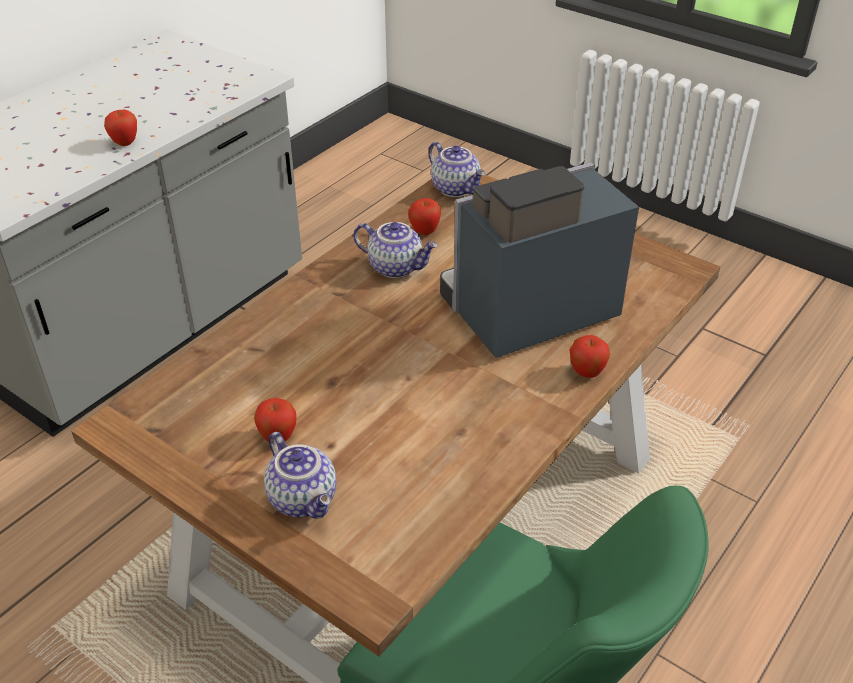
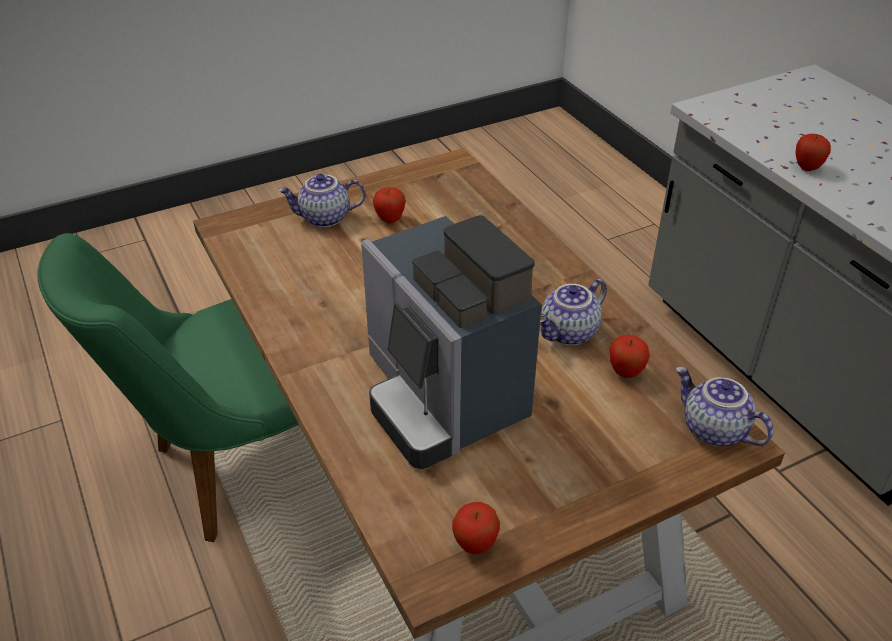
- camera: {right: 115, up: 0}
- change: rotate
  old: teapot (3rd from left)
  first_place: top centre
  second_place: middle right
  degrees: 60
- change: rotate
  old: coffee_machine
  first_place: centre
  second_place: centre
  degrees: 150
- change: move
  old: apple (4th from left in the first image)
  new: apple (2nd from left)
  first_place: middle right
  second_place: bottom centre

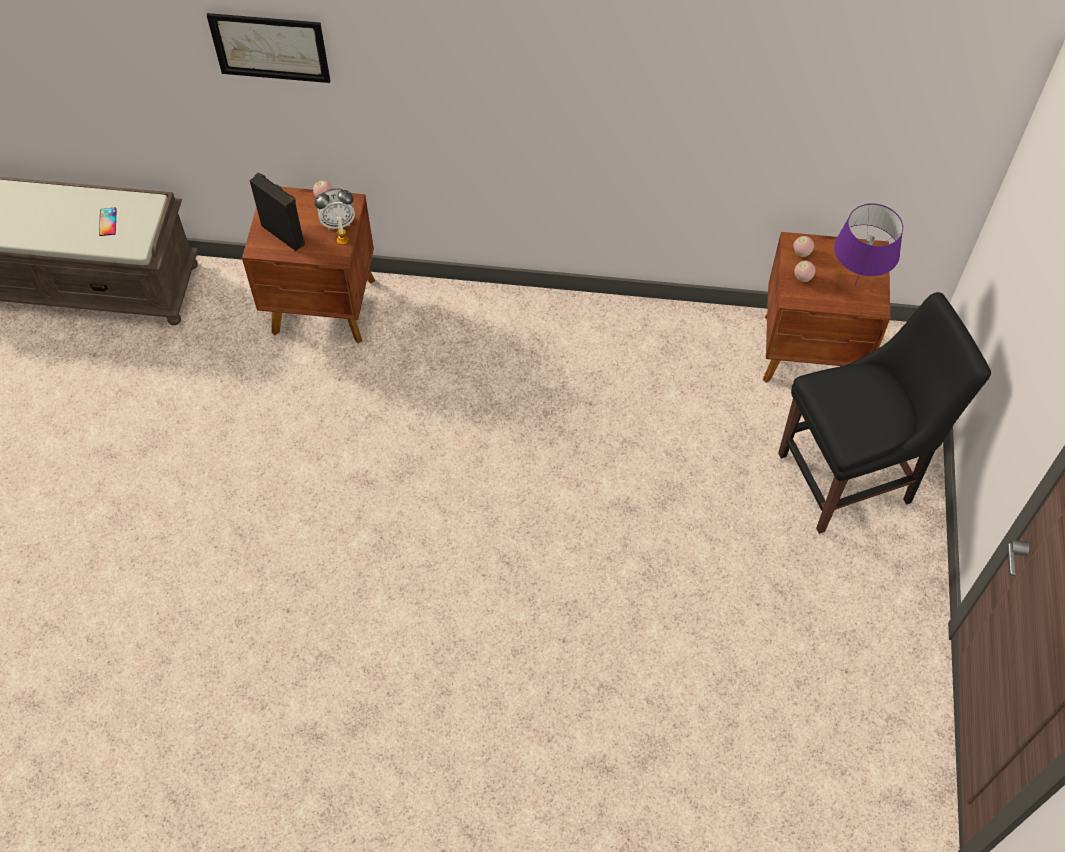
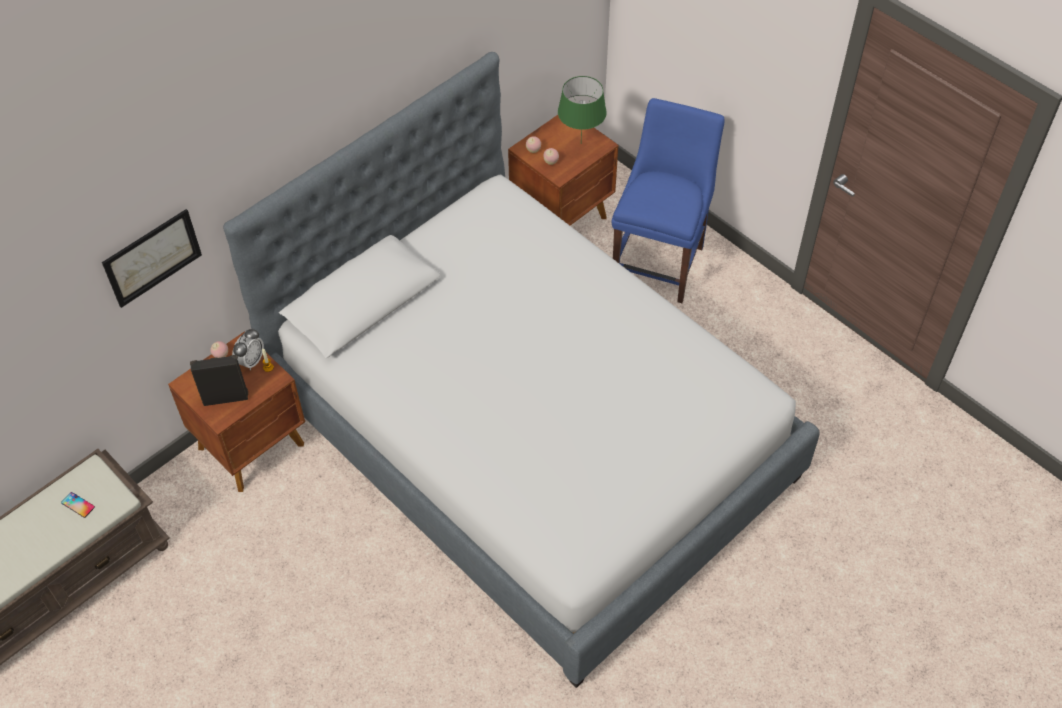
- camera: {right: -50, up: -5}
- change: recolor
  old: black_chair
  new: blue_chair
  first_place: middle right
  second_place: top centre
- change: recolor
  old: purple_table_lamp
  new: green_table_lamp
  first_place: top right
  second_place: top centre
- change: insert
  new: bed
  second_place: centre

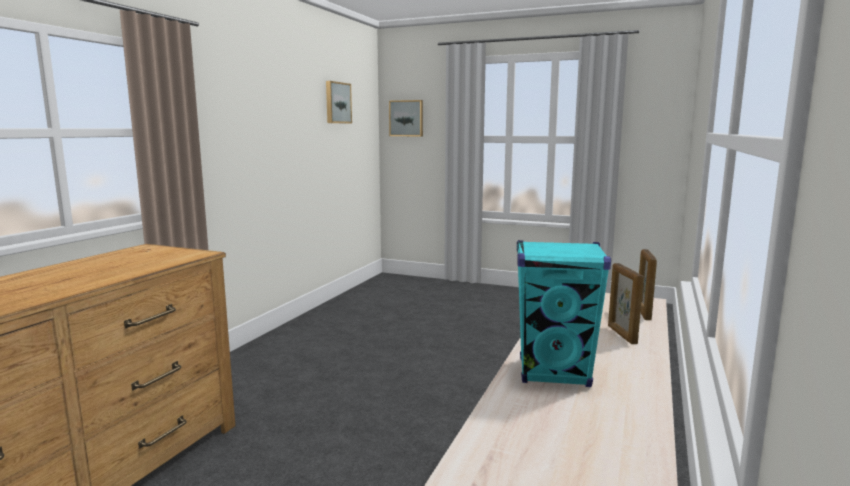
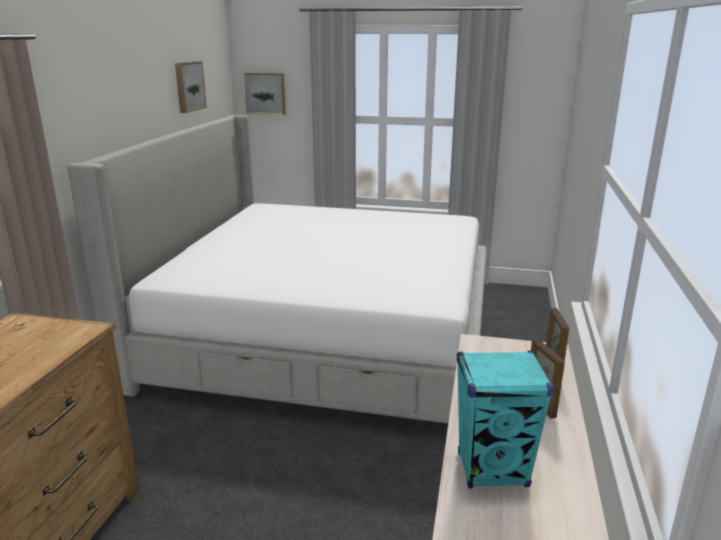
- camera: {right: -10, up: 10}
- change: insert
  new: bed
  second_place: centre

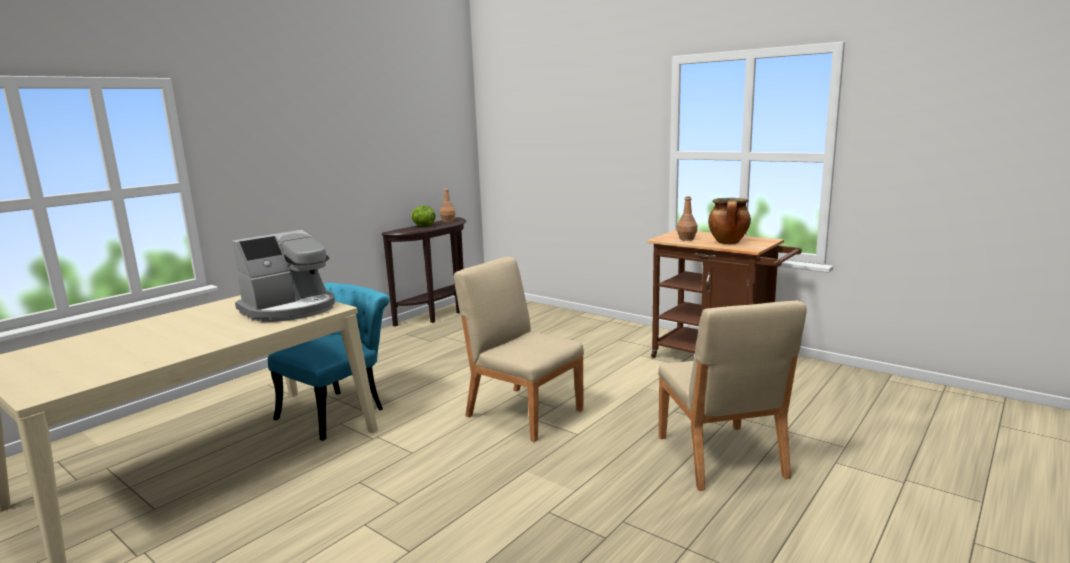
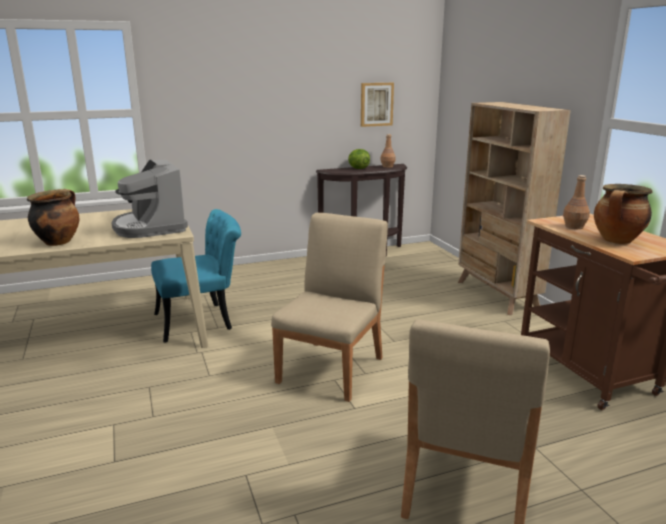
- camera: {right: 30, up: 5}
- change: rotate
  old: coffee_machine
  first_place: middle left
  second_place: middle left
  degrees: 75
- change: rotate
  old: beige_chair (1st from left)
  first_place: centre
  second_place: centre
  degrees: 45
- change: insert
  new: cooking_pot (1st from left)
  second_place: middle left
- change: insert
  new: picture
  second_place: top centre
- change: insert
  new: beige_bookcase
  second_place: middle right

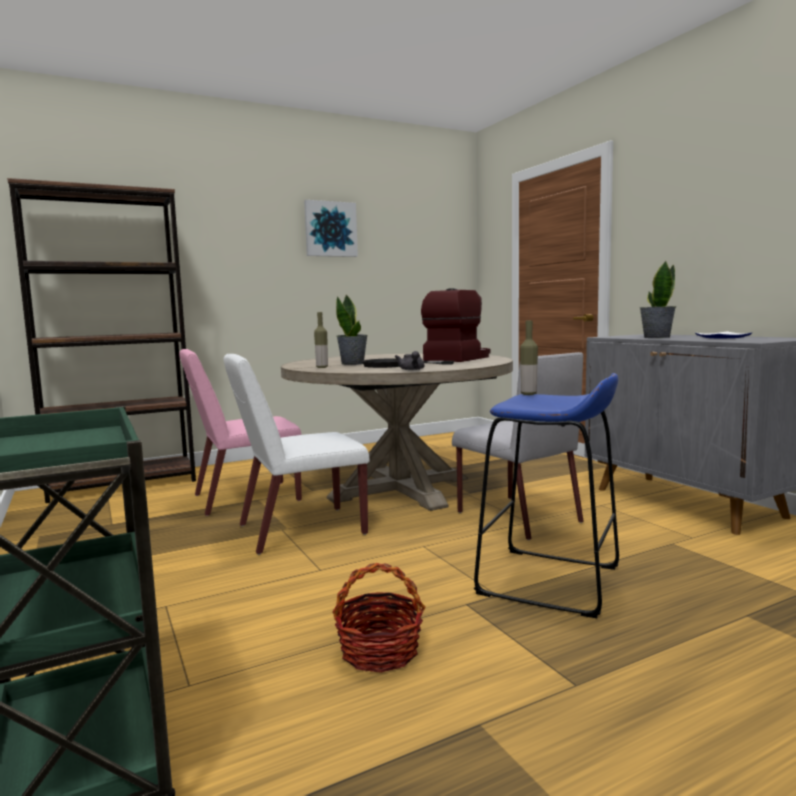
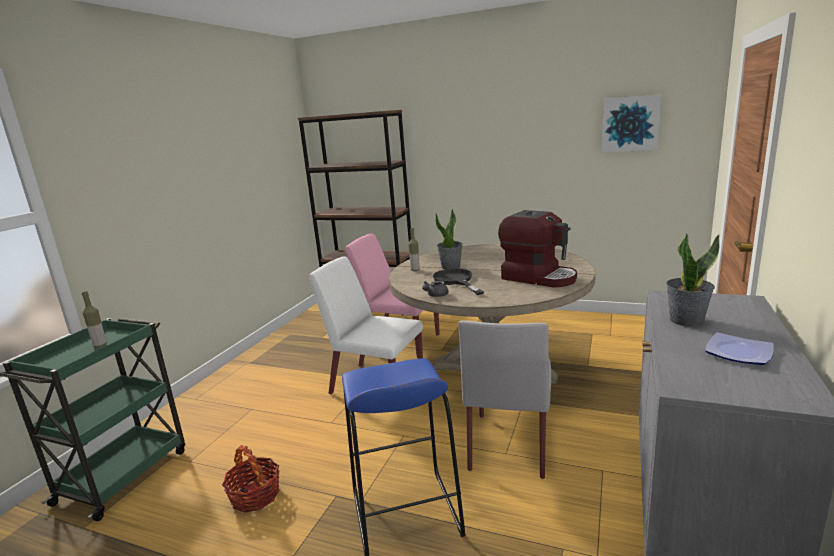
- camera: {right: 50, up: 10}
- change: move
  old: picture
  first_place: top centre
  second_place: top right
- change: rotate
  old: coffee_machine
  first_place: centre
  second_place: centre
  degrees: 45
- change: move
  old: bottle (2nd from left in the first image)
  new: bottle (1st from left)
  first_place: centre
  second_place: middle left

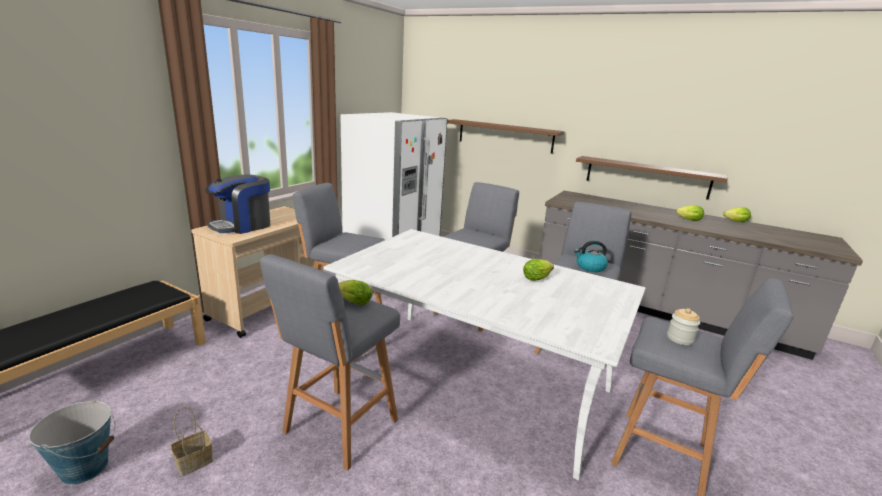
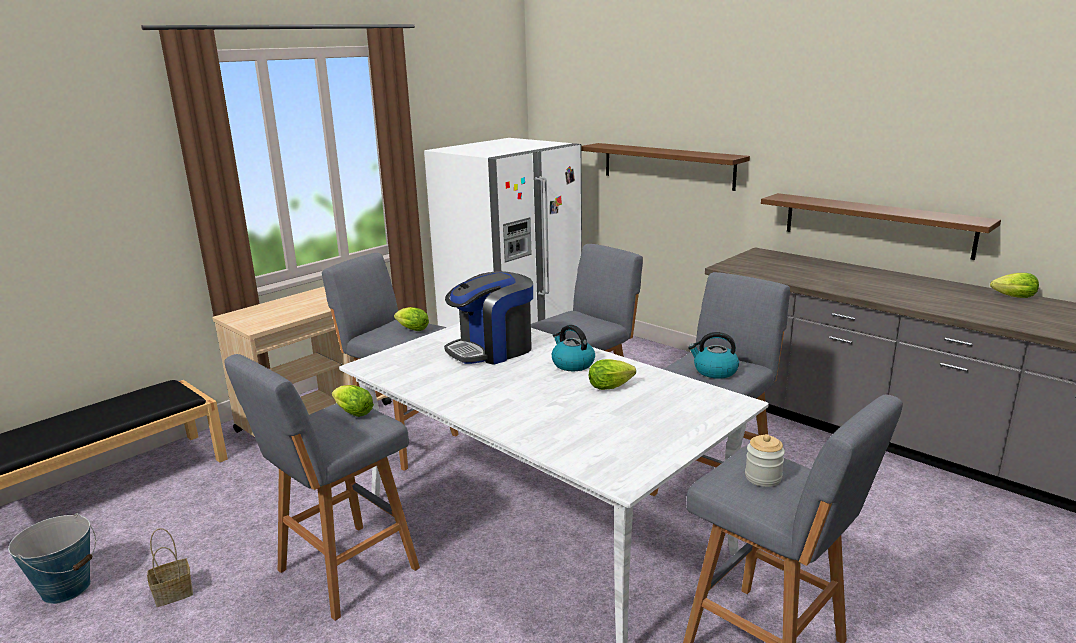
- camera: {right: 15, up: 0}
- change: move
  old: coffee_machine
  first_place: middle left
  second_place: centre
- change: move
  old: lettuce (3rd from left in the first image)
  new: lettuce (2nd from left)
  first_place: middle right
  second_place: centre
- change: insert
  new: kettle (1st from left)
  second_place: centre

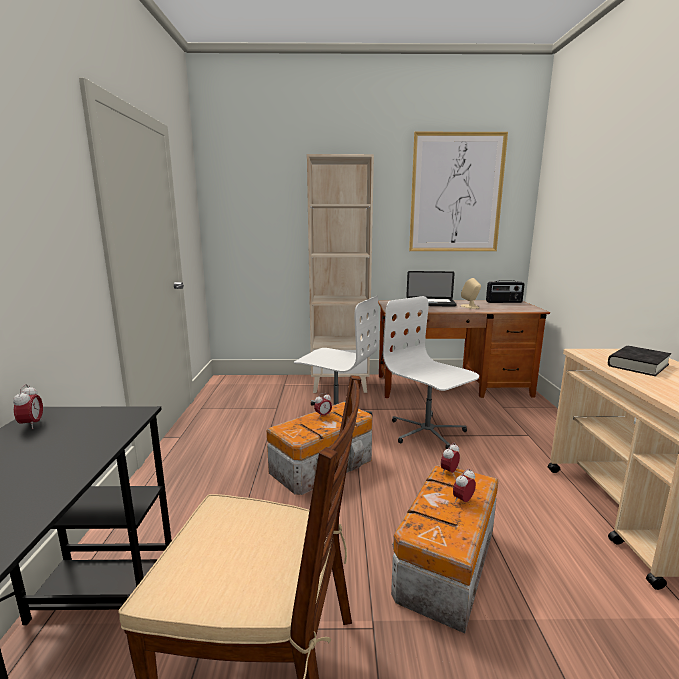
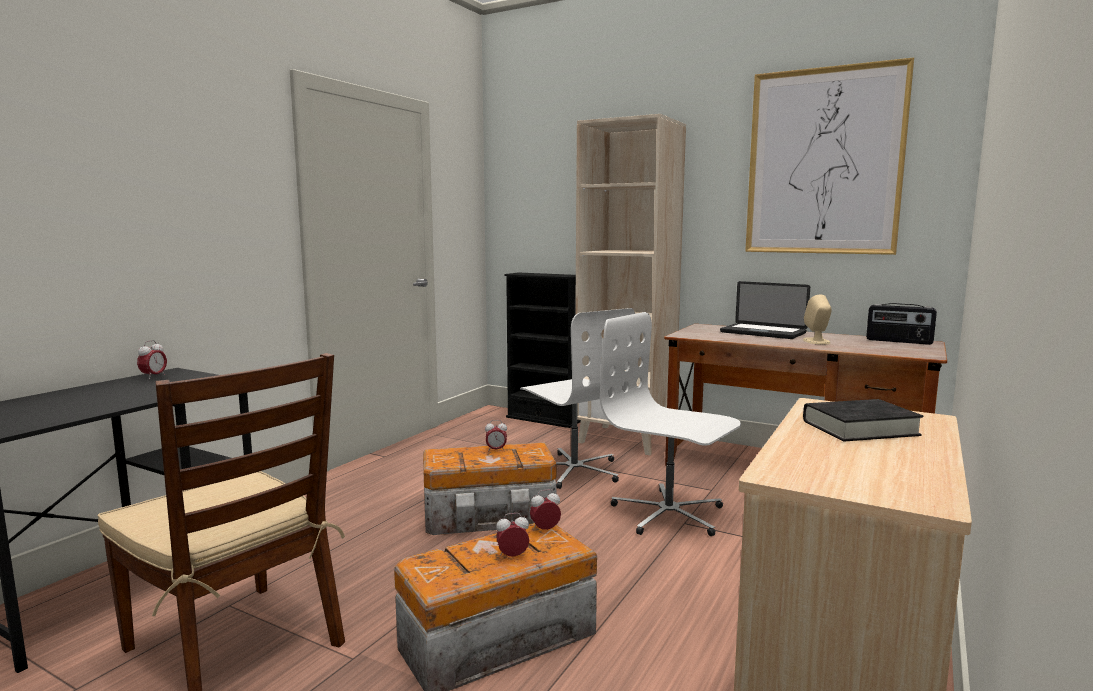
- camera: {right: 30, up: -5}
- change: rotate
  old: white_office_chair (2nd from left)
  first_place: centre
  second_place: centre
  degrees: -45
- change: insert
  new: black_bookcase
  second_place: centre

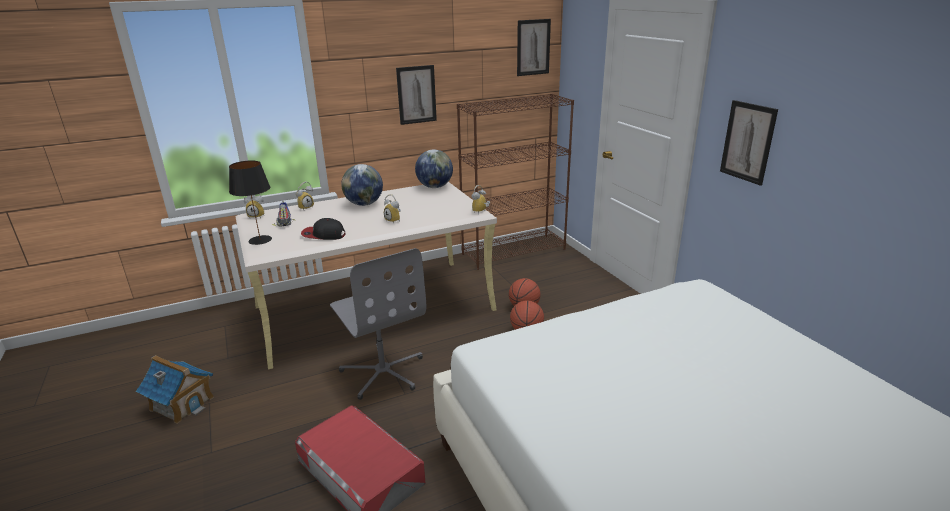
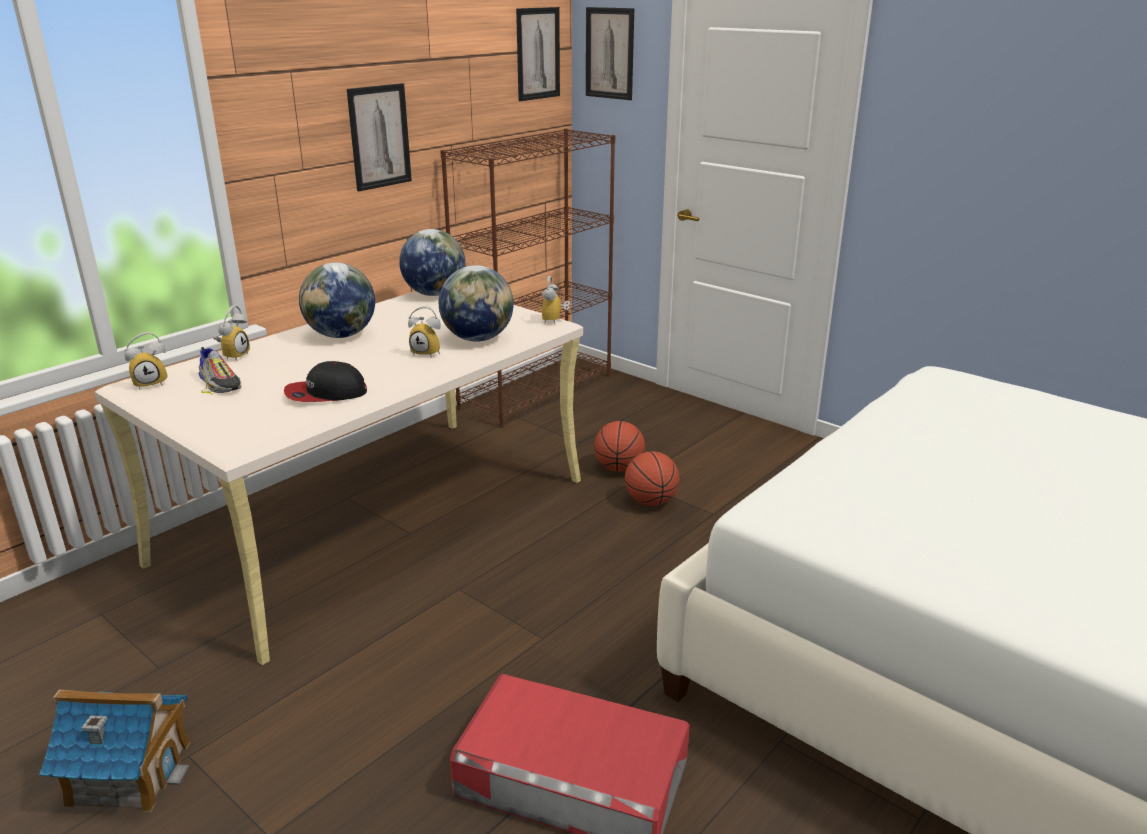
- camera: {right: -25, up: 0}
- change: delete
  old: black_table_lamp
  first_place: middle left
- change: delete
  old: grey_office_chair
  first_place: centre
- change: move
  old: picture (3rd from left)
  first_place: top right
  second_place: top centre
- change: insert
  new: globe (3rd from left)
  second_place: centre

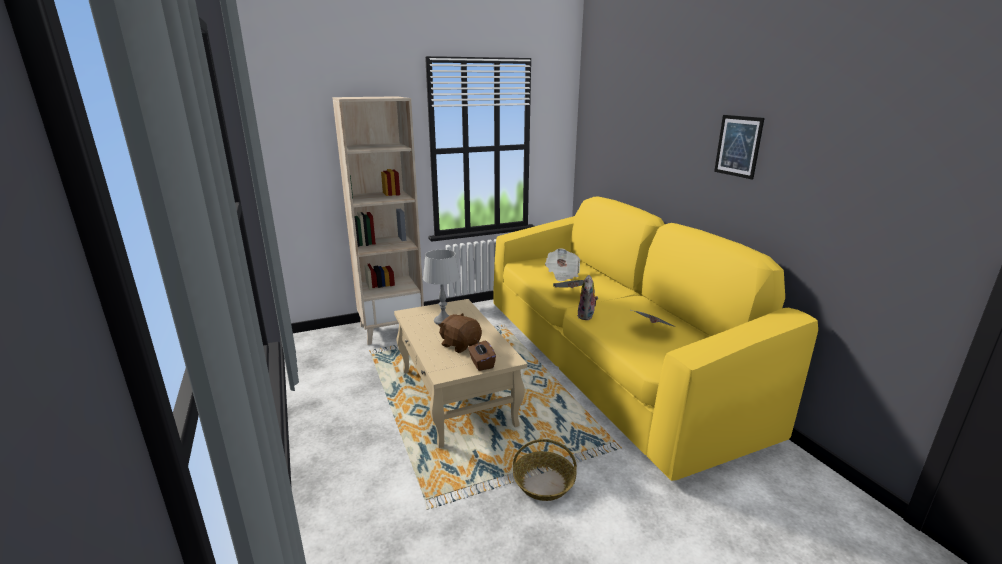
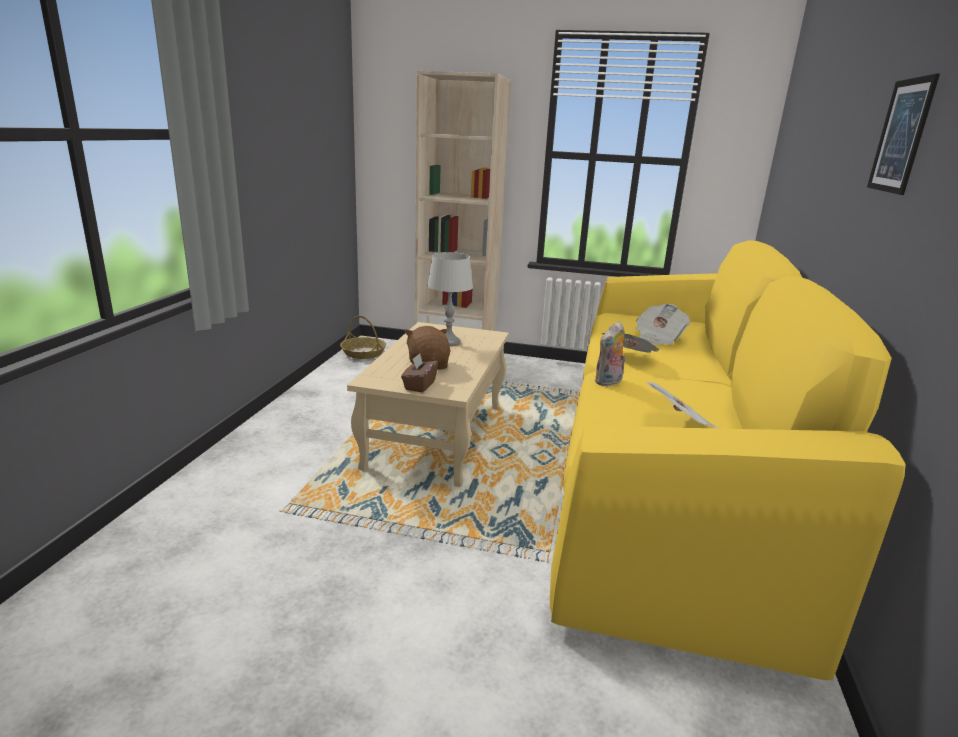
- camera: {right: 35, up: 0}
- change: move
  old: basket
  first_place: bottom centre
  second_place: centre

